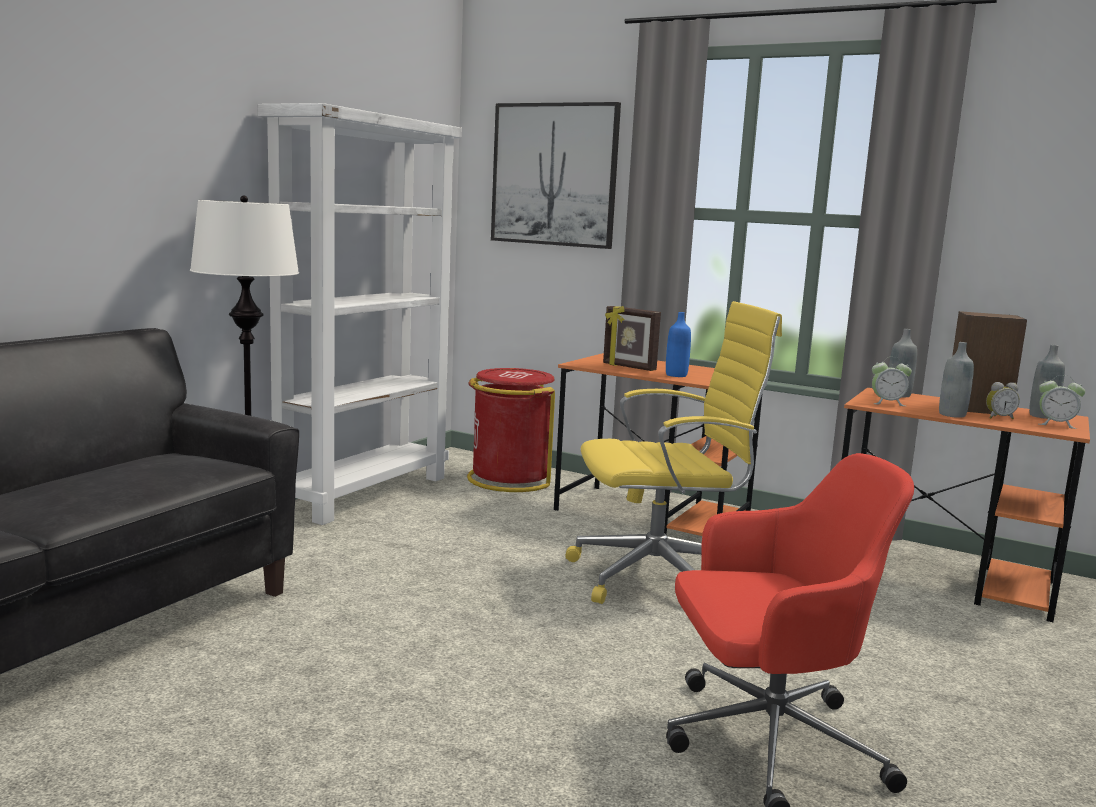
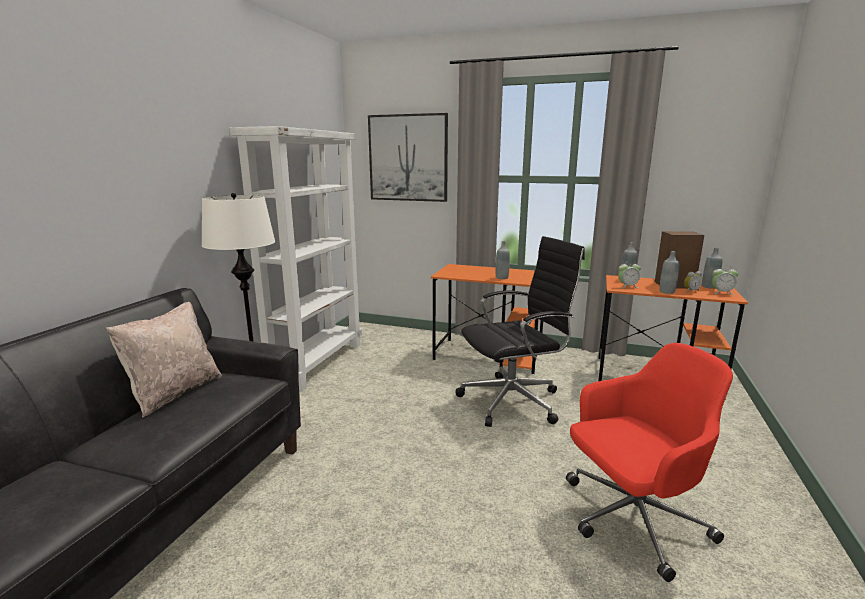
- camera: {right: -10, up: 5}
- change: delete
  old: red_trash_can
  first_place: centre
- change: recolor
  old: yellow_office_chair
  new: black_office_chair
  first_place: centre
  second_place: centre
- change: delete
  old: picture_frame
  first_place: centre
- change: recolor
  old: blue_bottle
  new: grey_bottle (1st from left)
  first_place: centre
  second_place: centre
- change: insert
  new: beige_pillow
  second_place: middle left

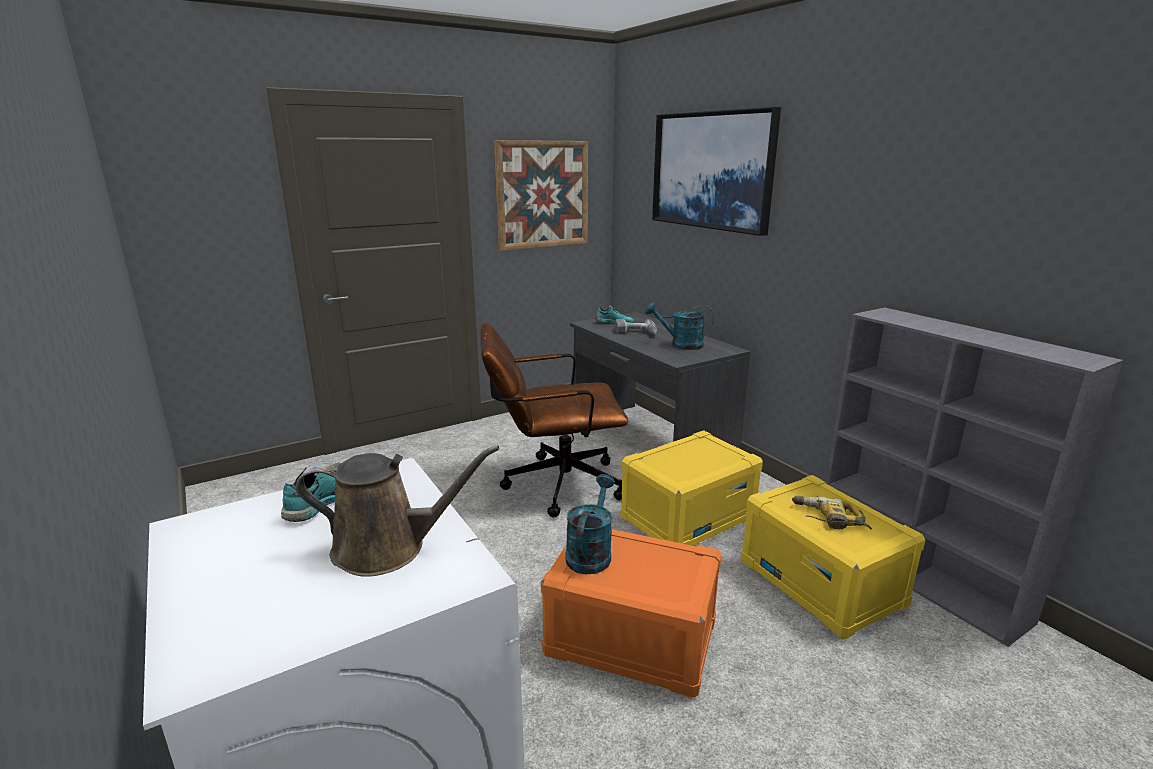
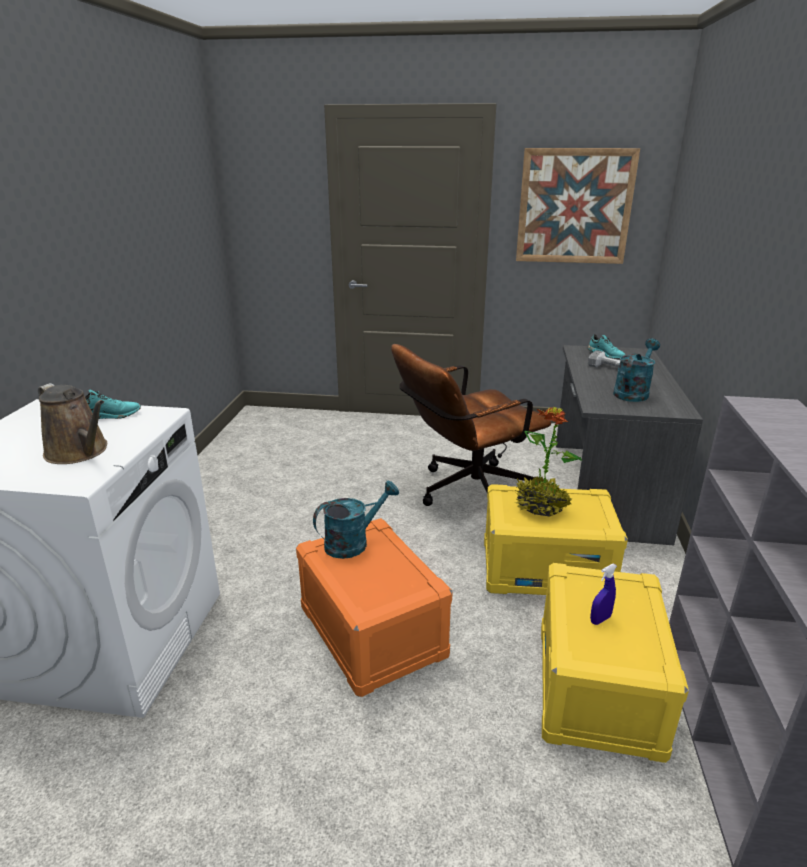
- camera: {right: 40, up: 5}
- change: rotate
  old: brown_office_chair
  first_place: centre
  second_place: centre
  degrees: -60
- change: rotate
  old: turquoise_watering_can (2nd from left)
  first_place: centre
  second_place: middle right
  degrees: 75
- change: delete
  old: picture (2nd from left)
  first_place: top centre
- change: replace
  old: power_drill (2nd from left)
  new: blue_spray_bottle
  first_place: middle right
  second_place: bottom right
- change: insert
  new: potted_plant
  second_place: middle right

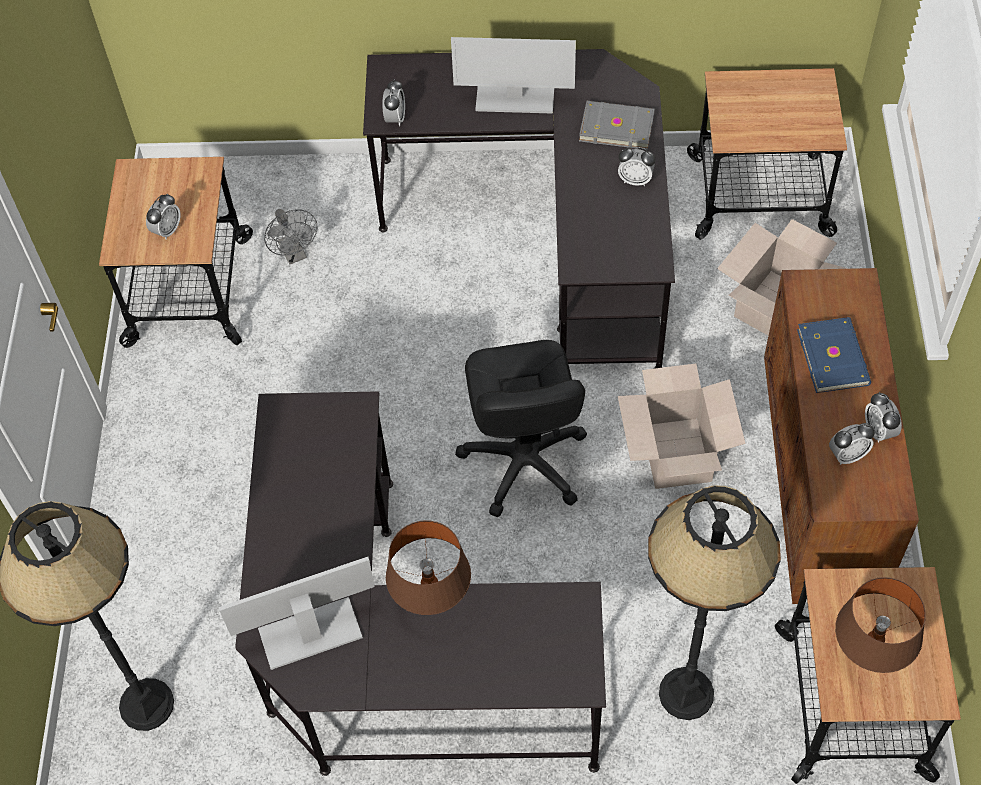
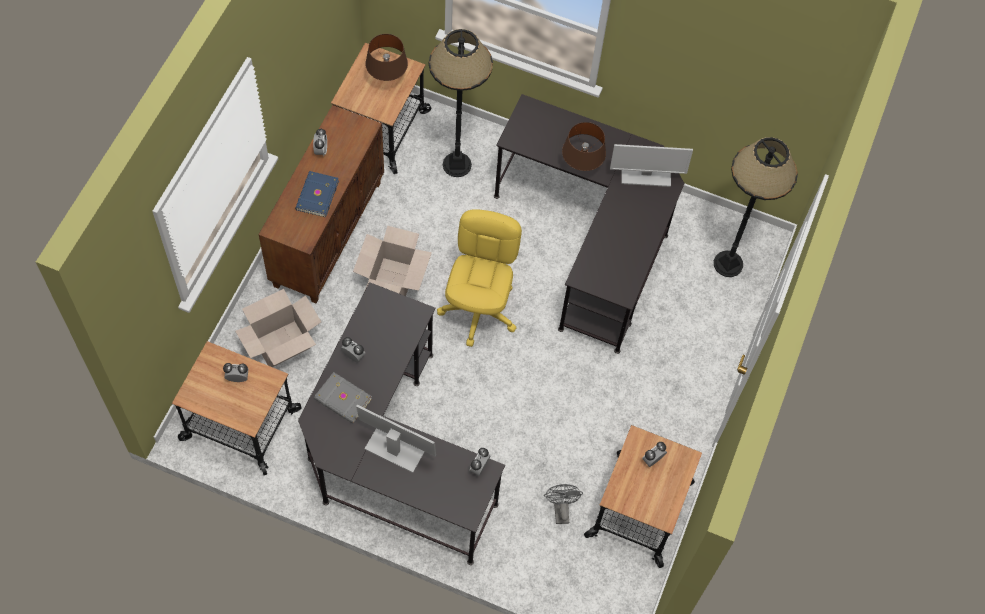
- camera: {right: -165, up: 5}
- change: recolor
  old: black_office_chair
  new: yellow_office_chair
  first_place: centre
  second_place: centre
- change: move
  old: alarm_clock (4th from left in the first image)
  new: alarm_clock (1st from left)
  first_place: middle right
  second_place: middle left

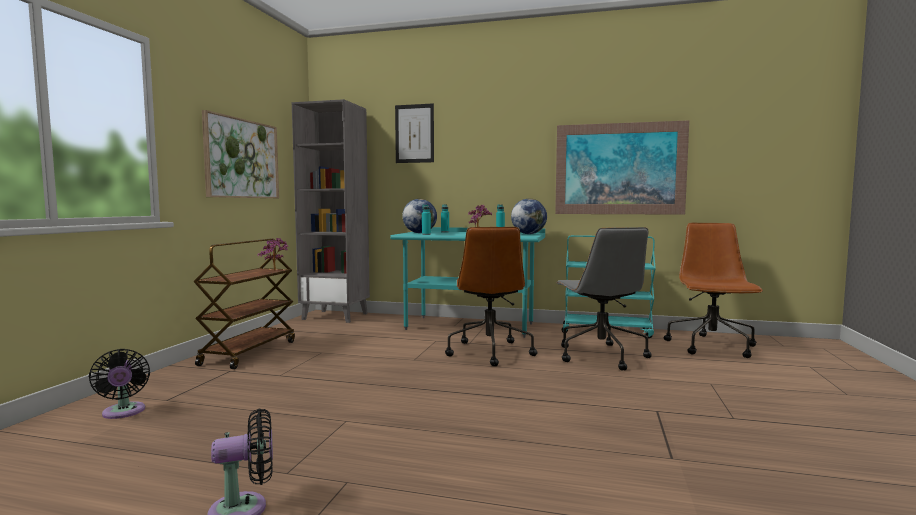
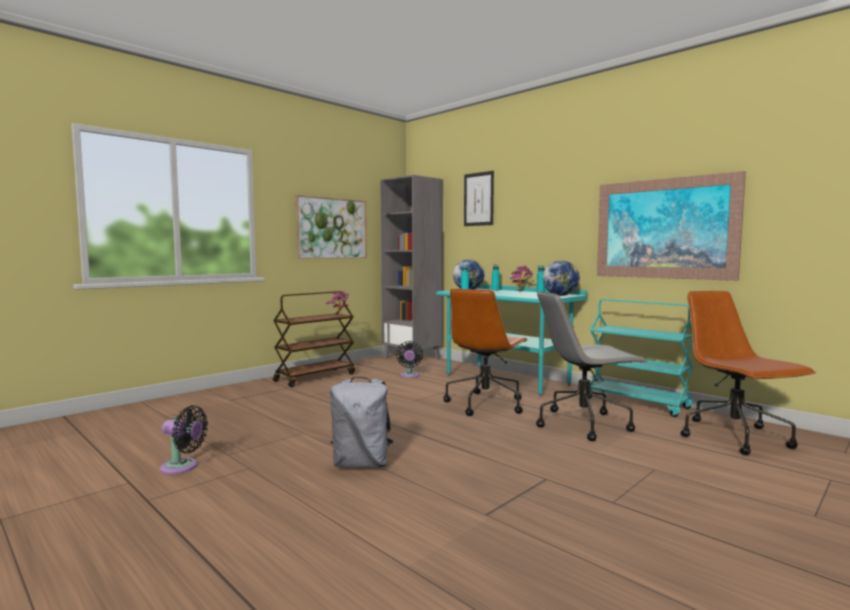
- camera: {right: 30, up: 0}
- change: move
  old: black_fan (1st from left in the first image)
  new: black_fan (2nd from left)
  first_place: bottom left
  second_place: centre
- change: rotate
  old: grey_office_chair
  first_place: centre
  second_place: middle right
  degrees: 60
- change: rotate
  old: brown_office_chair (2nd from left)
  first_place: middle right
  second_place: middle right
  degrees: -60
- change: insert
  new: grey_backpack
  second_place: bottom centre

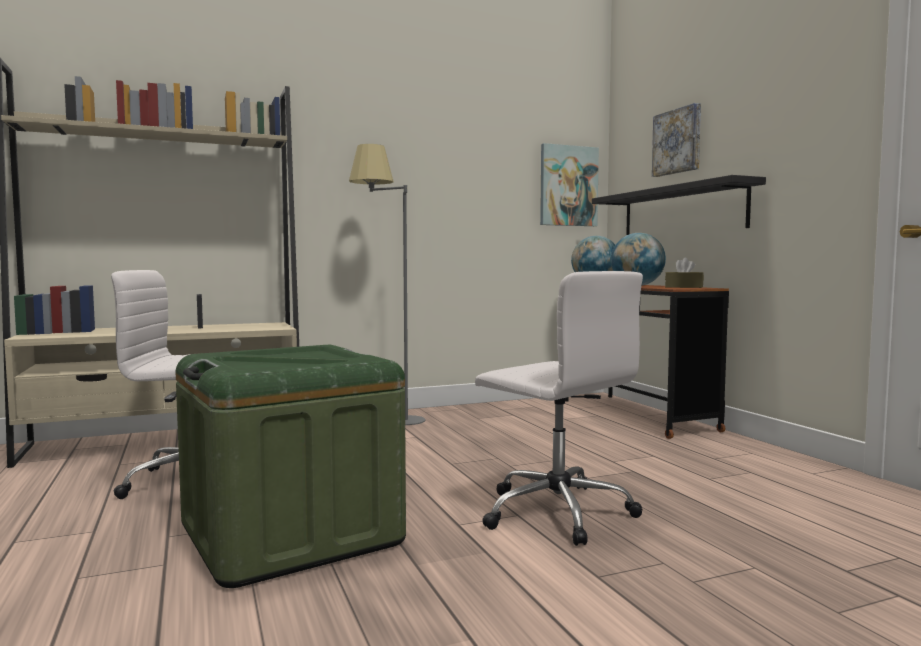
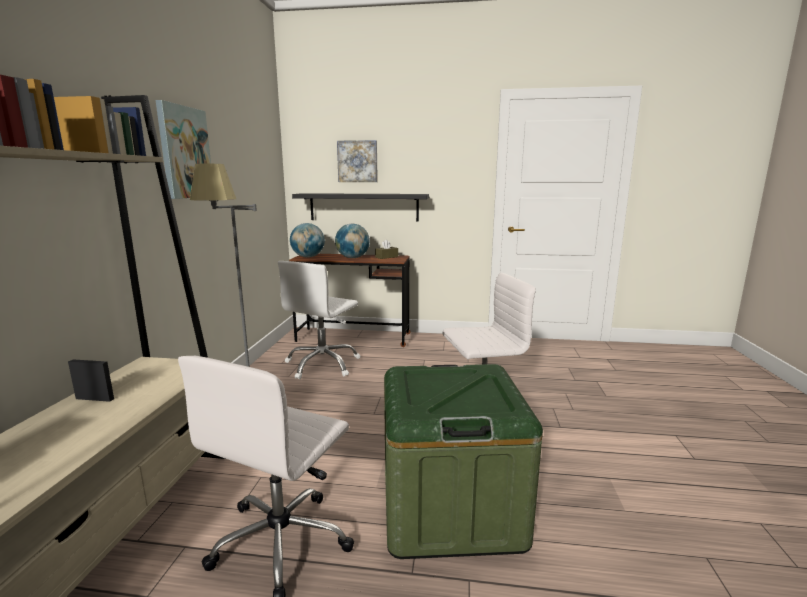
- camera: {right: -60, up: 10}
- change: move
  old: picture (1st from left)
  first_place: top centre
  second_place: top left
- change: insert
  new: white_office_chair (2nd from left)
  second_place: centre

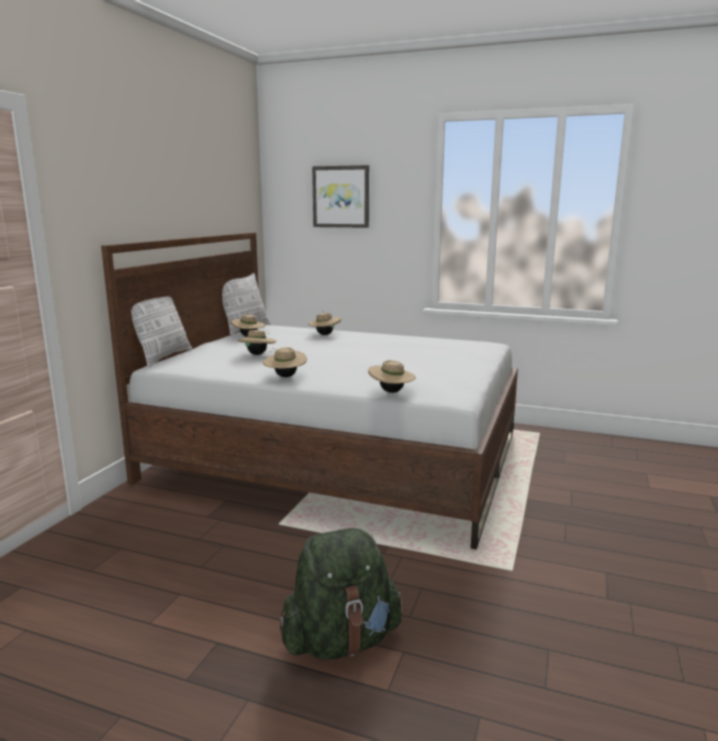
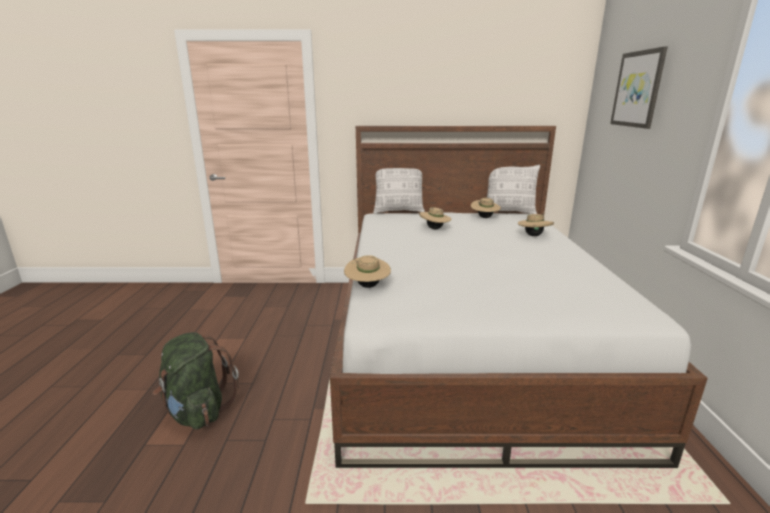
- camera: {right: 70, up: 5}
- change: delete
  old: beige_hat (3rd from left)
  first_place: centre

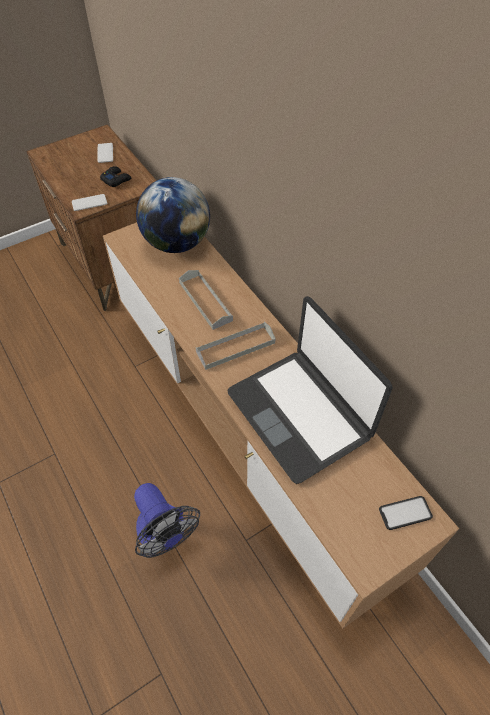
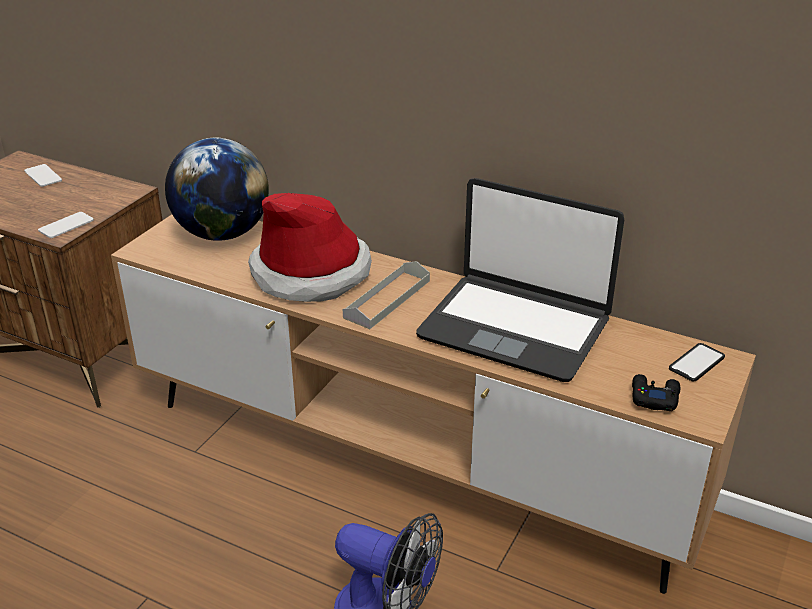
- camera: {right: -30, up: -20}
- change: move
  old: black_game_controller
  first_place: top left
  second_place: middle right
- change: replace
  old: grey_tray (1st from left)
  new: hat
  first_place: centre
  second_place: centre

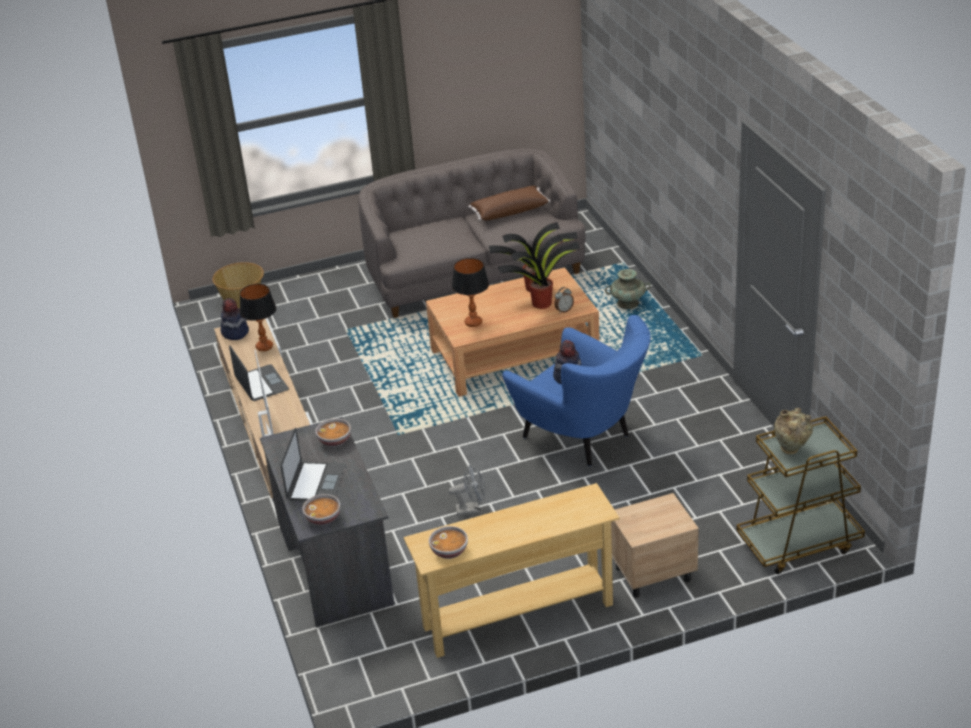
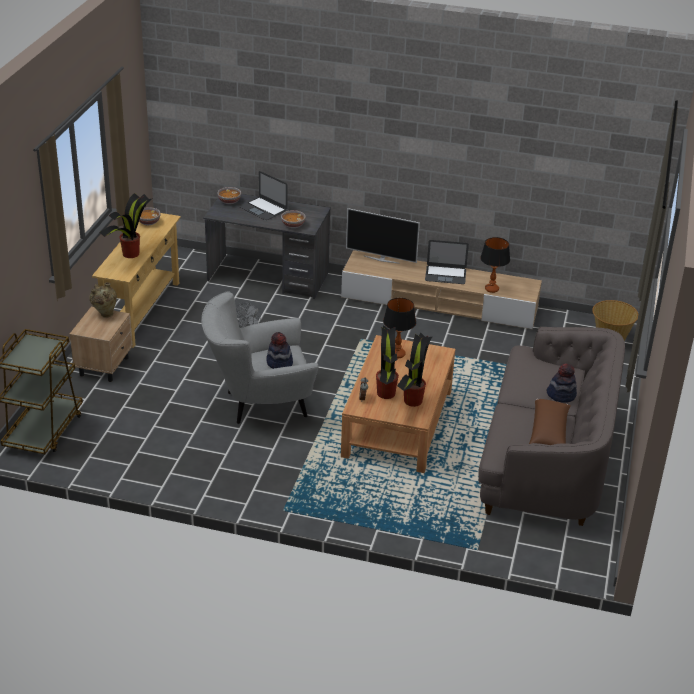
- camera: {right: 120, up: 0}
- change: move
  old: hat (1st from left in the first image)
  new: hat (2nd from left)
  first_place: middle left
  second_place: middle right
- change: recolor
  old: blue_armchair
  new: grey_armchair
  first_place: centre
  second_place: centre
- change: delete
  old: turquoise_vase
  first_place: centre
- change: move
  old: beige_vase
  first_place: middle right
  second_place: middle left
- change: insert
  new: potted_plant (1st from left)
  second_place: top left

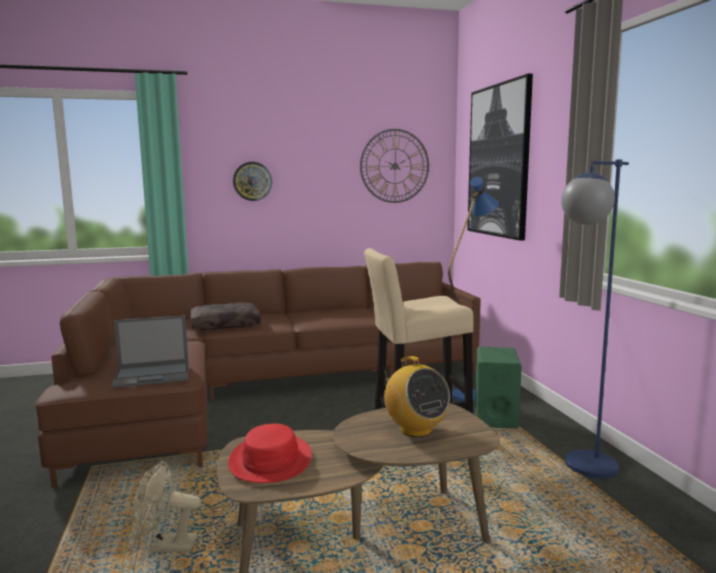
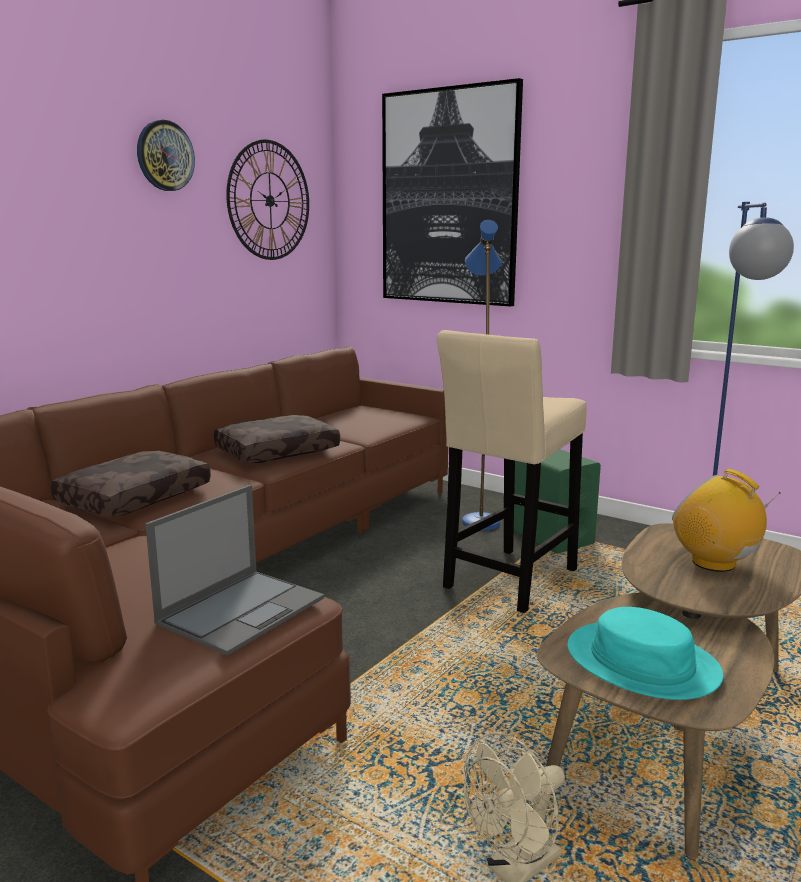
- camera: {right: -40, up: 5}
- change: recolor
  old: red_hat
  new: turquoise_hat
  first_place: bottom centre
  second_place: bottom right
- change: move
  old: wall_clock (1st from left)
  first_place: top centre
  second_place: top left
- change: rotate
  old: radio
  first_place: bottom centre
  second_place: middle right
  degrees: -150
- change: insert
  new: brown_pillow (2nd from left)
  second_place: centre

